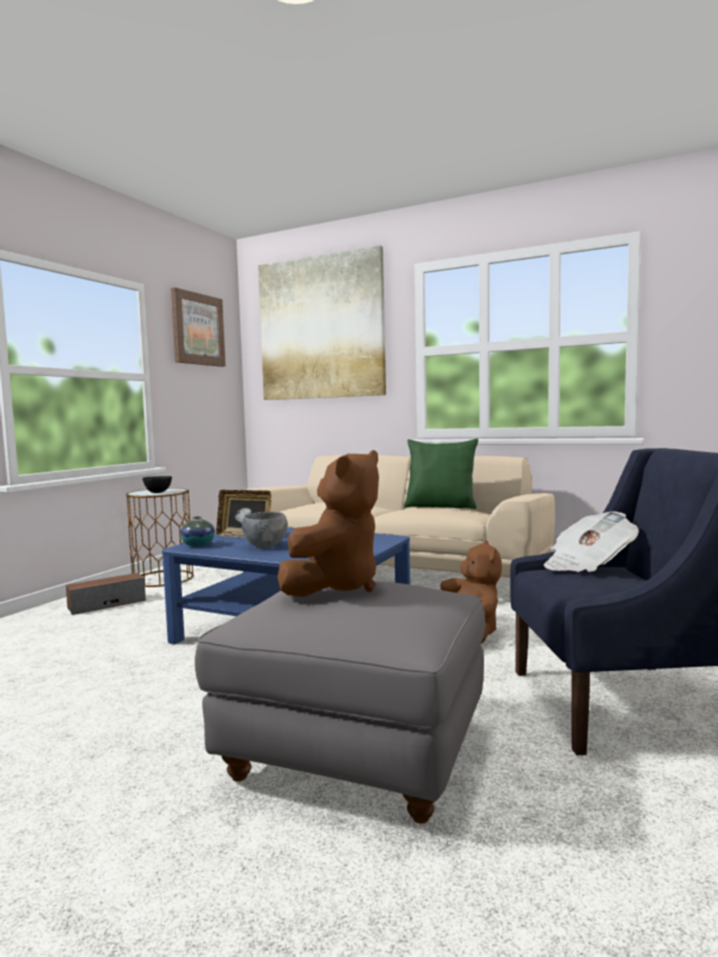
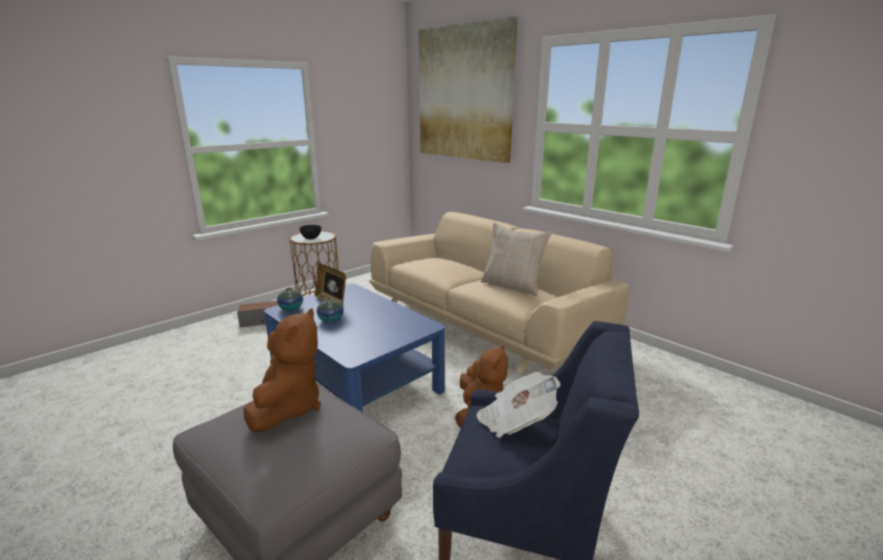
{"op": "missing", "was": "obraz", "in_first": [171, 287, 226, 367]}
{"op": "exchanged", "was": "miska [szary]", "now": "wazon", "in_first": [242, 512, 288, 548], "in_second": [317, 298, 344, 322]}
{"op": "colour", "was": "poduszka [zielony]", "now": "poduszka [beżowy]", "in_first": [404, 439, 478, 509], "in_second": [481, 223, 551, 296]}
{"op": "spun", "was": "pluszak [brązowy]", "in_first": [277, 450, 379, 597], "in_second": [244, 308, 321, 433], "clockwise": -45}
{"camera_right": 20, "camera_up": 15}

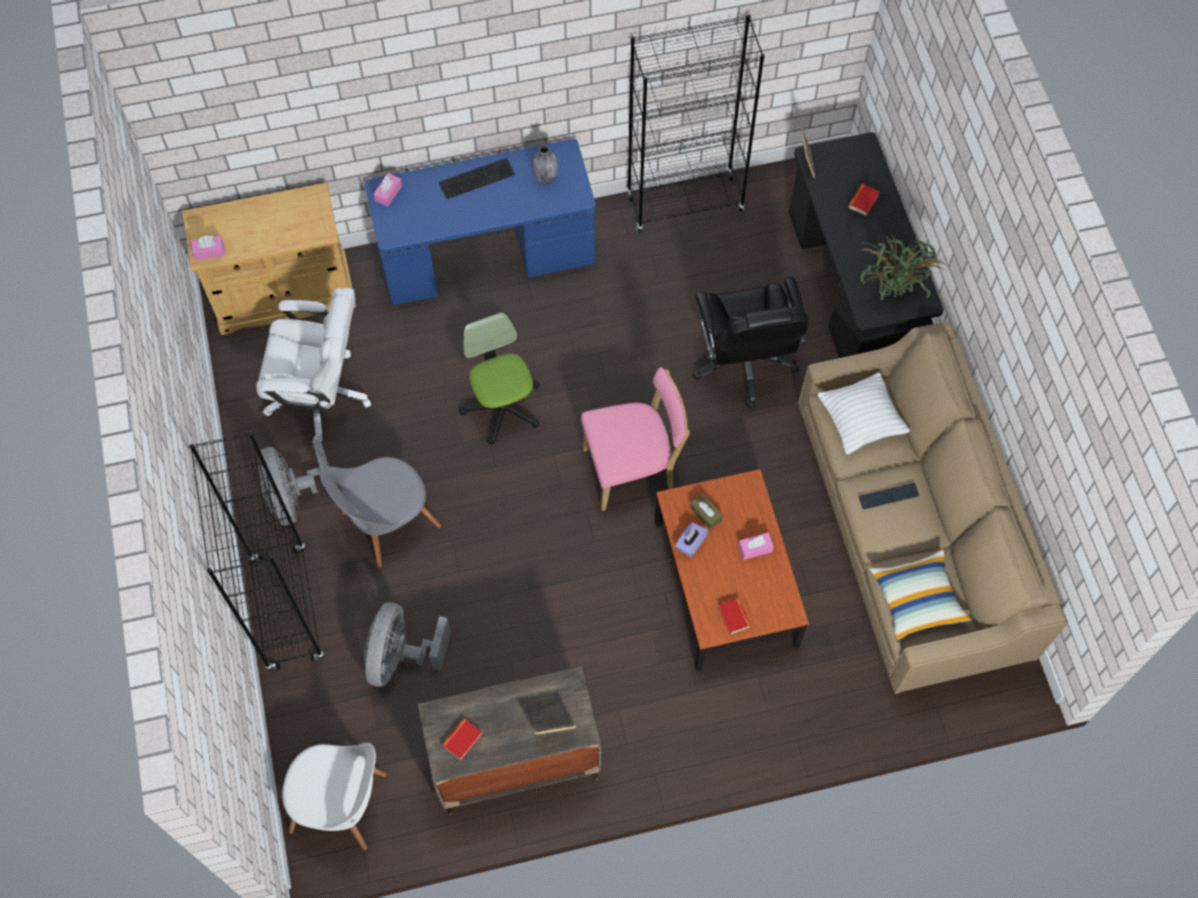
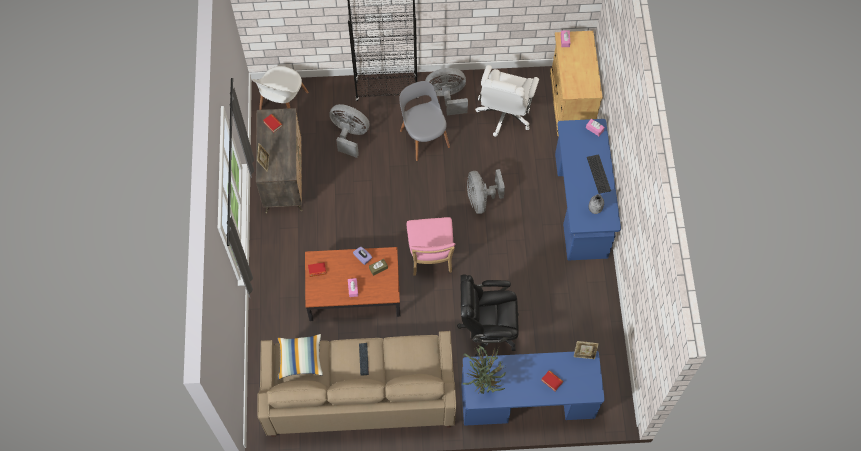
{"op": "missing", "was": "regał [czarny]", "in_first": [626, 14, 765, 232]}
{"op": "missing", "was": "poduszka [biały]", "in_first": [817, 372, 910, 455]}
{"op": "exchanged", "was": "krzesło biurowe", "now": "wentylator [szary]", "in_first": [459, 312, 540, 445], "in_second": [467, 169, 505, 214]}
{"op": "colour", "was": "biurko [czarny]", "now": "biurko [niebieski]", "in_first": [789, 132, 944, 358], "in_second": [461, 351, 605, 426]}
{"camera_right": 100, "camera_up": 0}

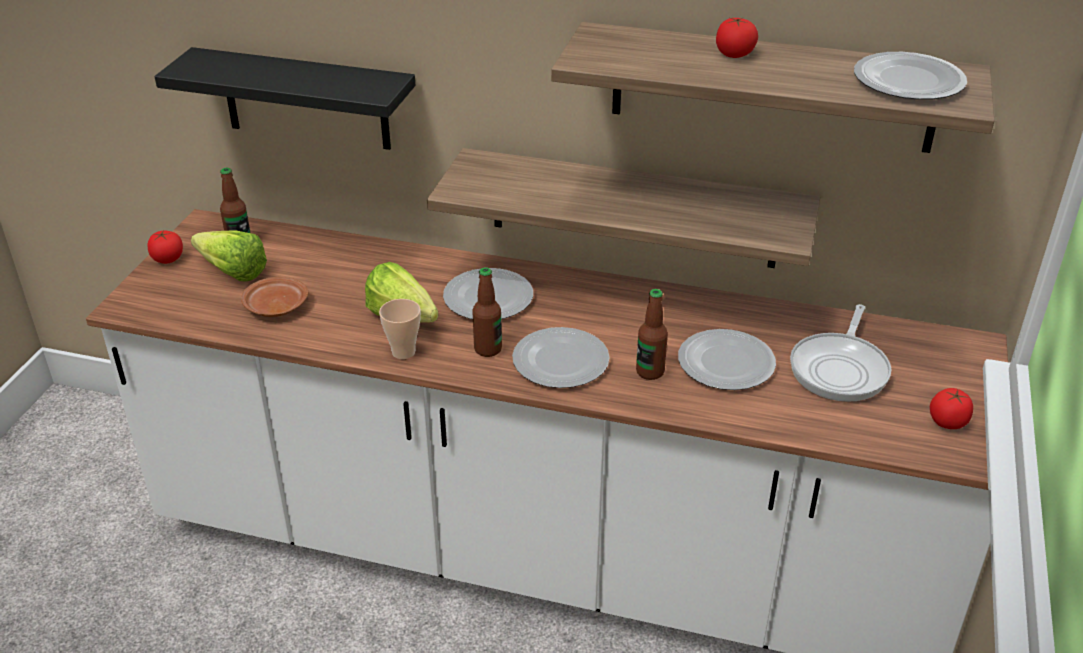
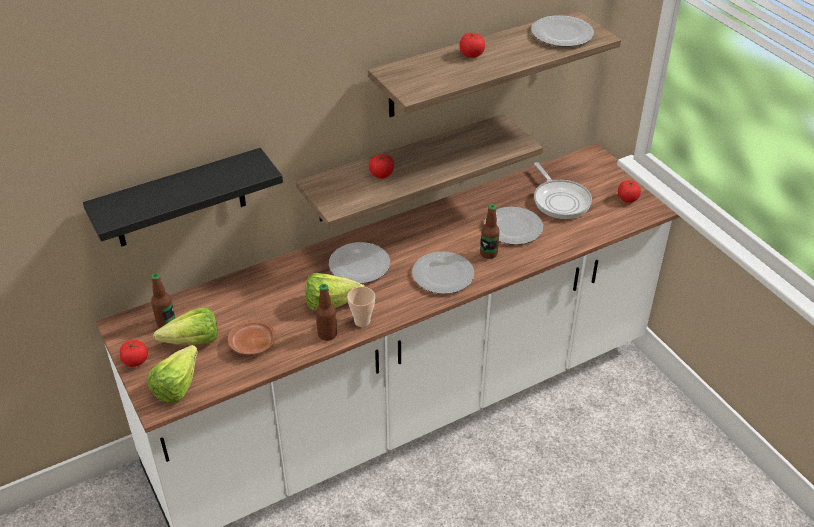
{"op": "appeared", "now": "sałata", "in_second": [148, 345, 198, 403]}
{"op": "appeared", "now": "pomidor", "in_second": [369, 154, 394, 179]}
{"op": "relocated", "was": "butelka", "in_first": [472, 267, 502, 357], "in_second": [316, 284, 337, 341]}
{"camera_right": -45, "camera_up": 5}

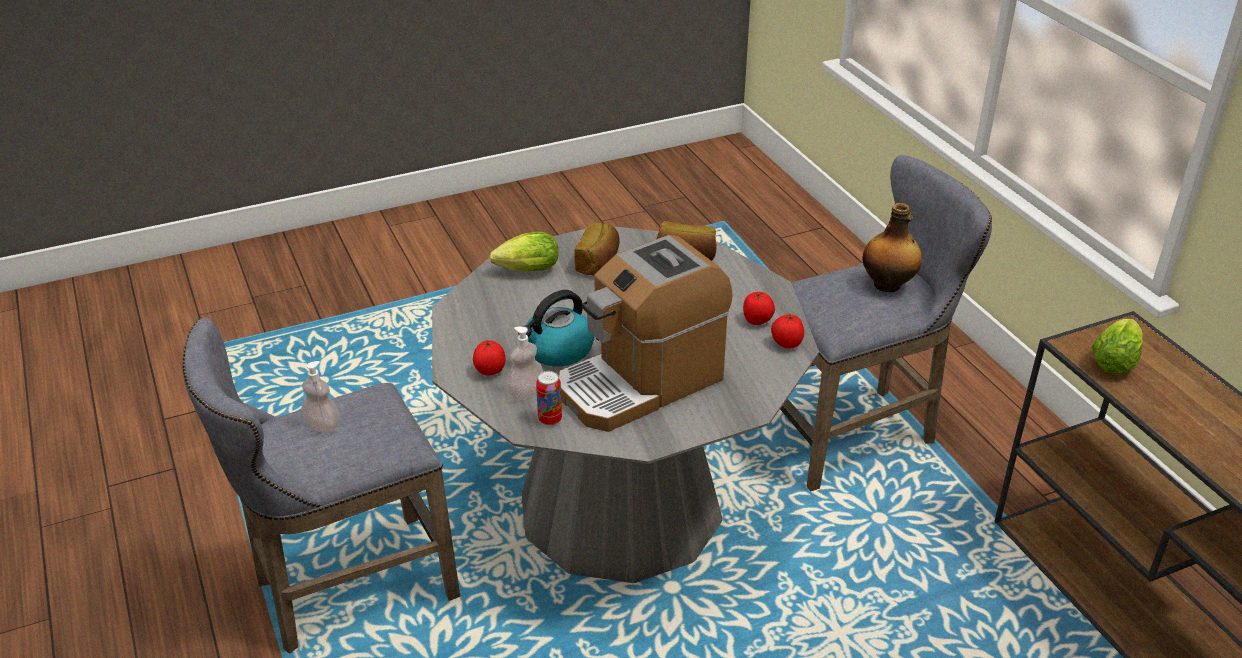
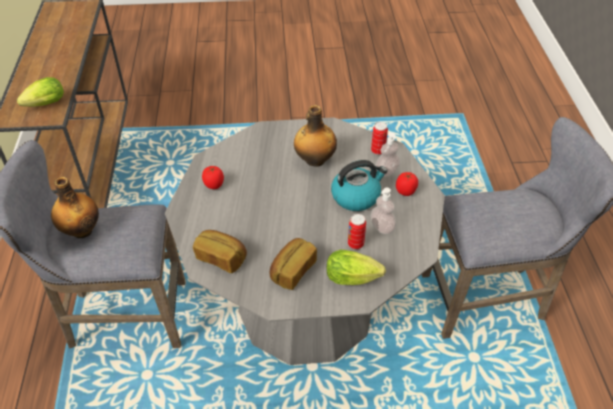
{"op": "missing", "was": "pomidor", "in_first": [771, 314, 804, 349]}
{"op": "appeared", "now": "puszka", "in_second": [348, 214, 366, 249]}
{"op": "relocated", "was": "dozownik mydła", "in_first": [302, 361, 340, 433], "in_second": [371, 187, 396, 234]}
{"op": "exchanged", "was": "ekspres do kawy", "now": "butelka", "in_first": [558, 235, 733, 432], "in_second": [294, 105, 337, 167]}
{"camera_right": -160, "camera_up": 10}

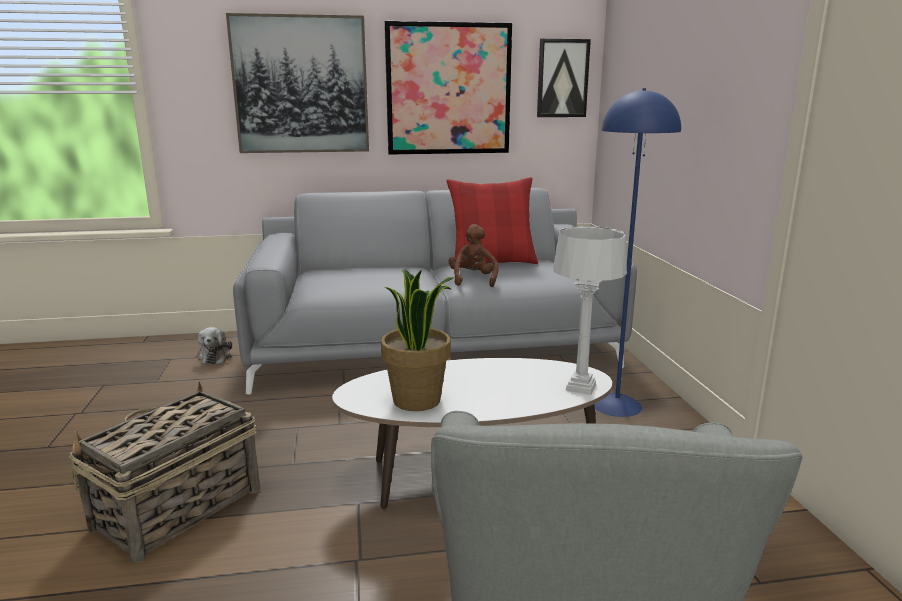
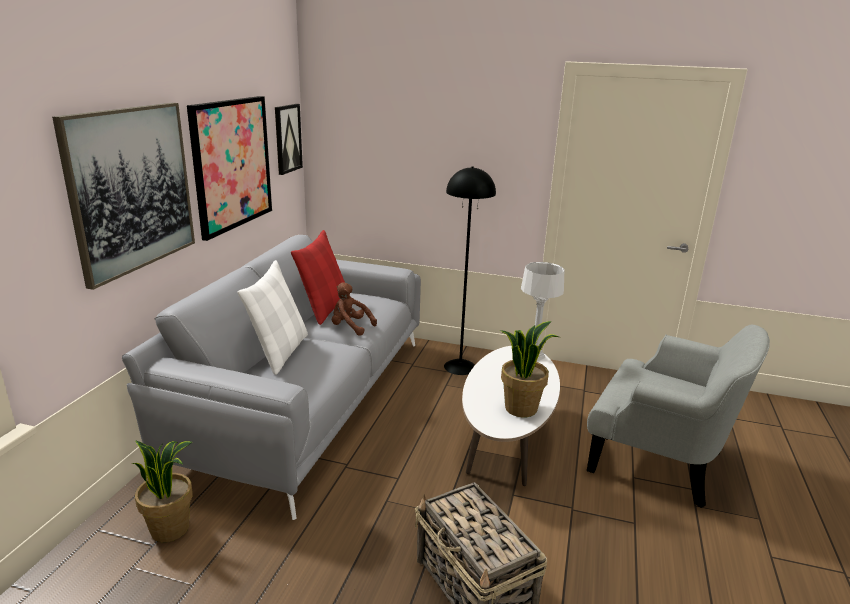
{"op": "appeared", "now": "poduszka [biały]", "in_second": [237, 260, 308, 375]}
{"op": "exchanged", "was": "pluszak", "now": "roślina doniczkowa", "in_first": [198, 327, 232, 364], "in_second": [132, 440, 193, 542]}
{"op": "colour", "was": "lampa stojąca [niebieski]", "now": "lampa stojąca [czarny]", "in_first": [594, 88, 681, 417], "in_second": [444, 166, 496, 375]}
{"camera_right": -65, "camera_up": 5}

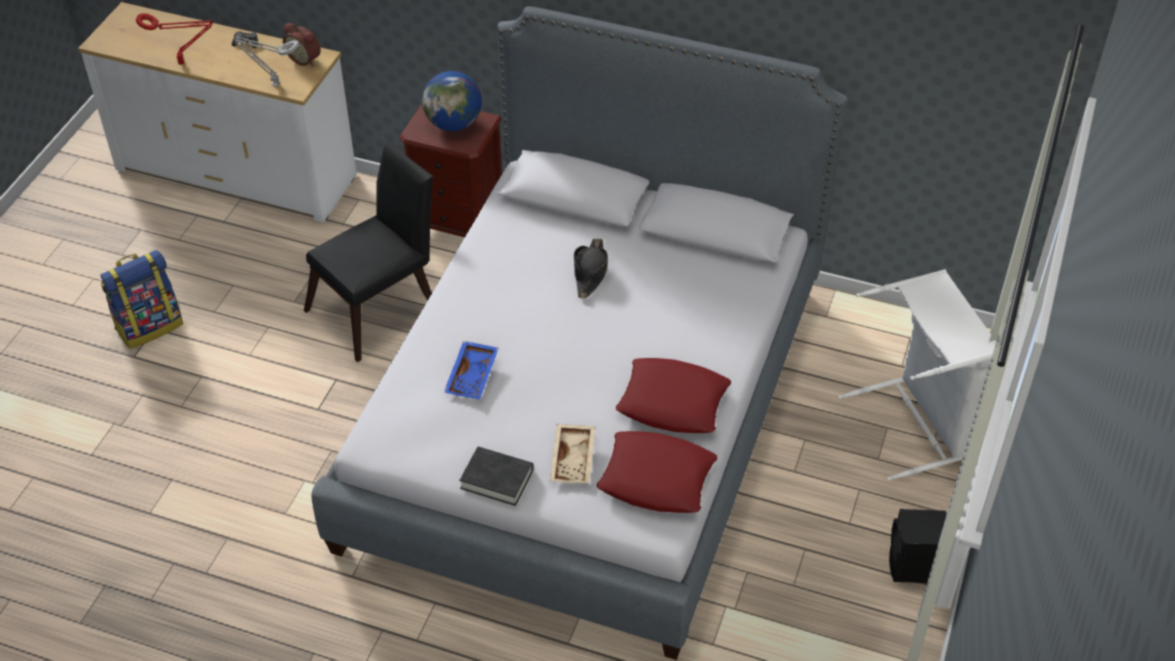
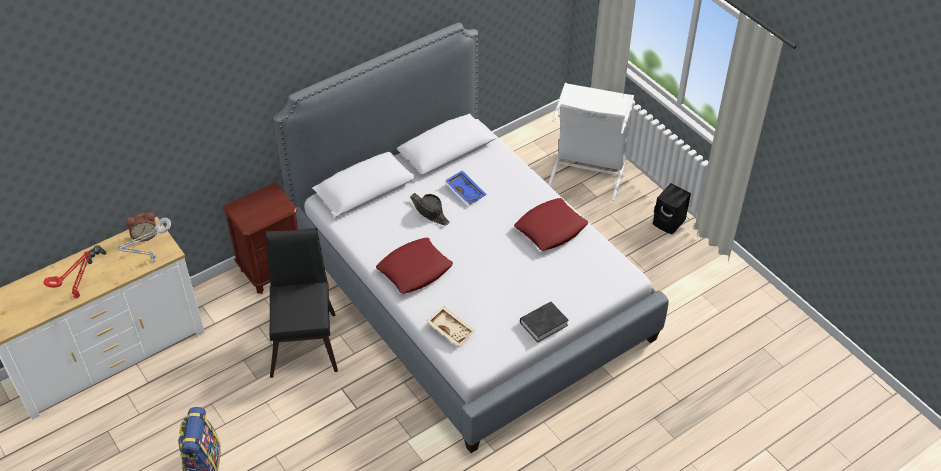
{"op": "missing", "was": "globus", "in_first": [422, 71, 482, 131]}
{"op": "relocated", "was": "taca [niebieski]", "in_first": [444, 341, 499, 399], "in_second": [445, 170, 487, 205]}
{"op": "relocated", "was": "taca [beżowy]", "in_first": [550, 424, 595, 484], "in_second": [427, 306, 475, 346]}
{"op": "relocated", "was": "poduszka [czerwony]", "in_first": [597, 431, 717, 513], "in_second": [376, 237, 453, 294]}
{"camera_right": -55, "camera_up": 0}

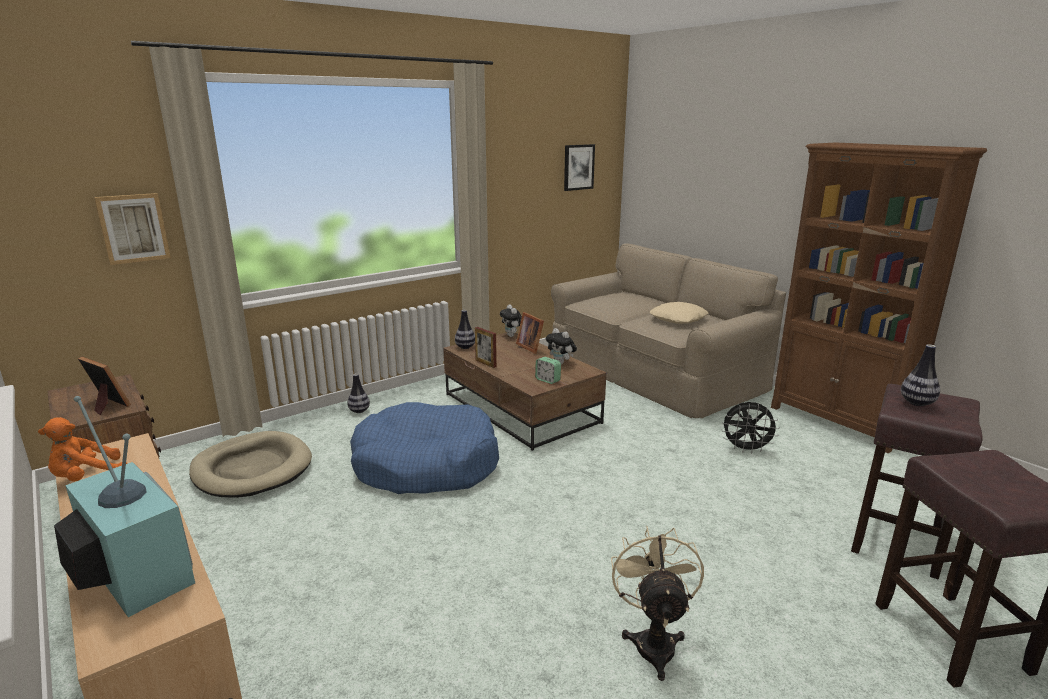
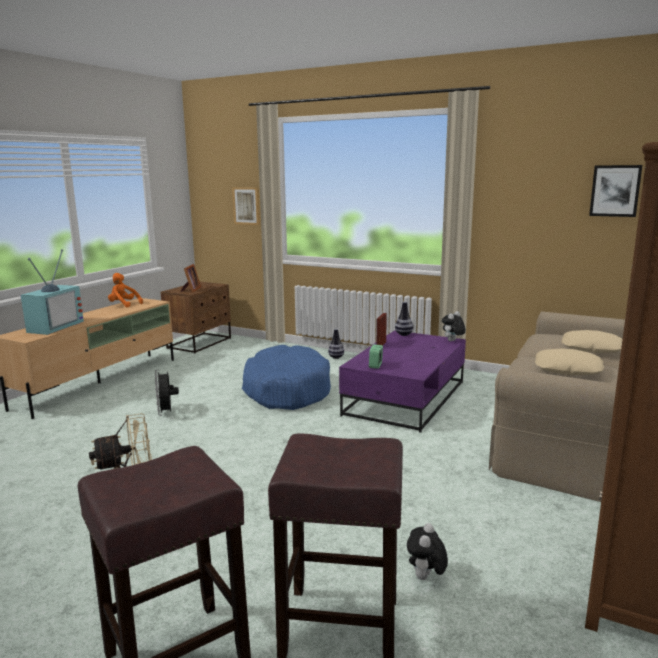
{"op": "missing", "was": "legowisko [beżowy]", "in_first": [189, 431, 312, 498]}
{"op": "missing", "was": "ramka na zdjęcie", "in_first": [516, 312, 544, 354]}
{"op": "missing", "was": "wazon", "in_first": [901, 344, 940, 406]}
{"op": "appeared", "now": "poduszka [beżowy]", "in_second": [562, 330, 623, 353]}
{"op": "relocated", "was": "pluszak", "in_first": [546, 328, 577, 364], "in_second": [407, 523, 448, 580]}
{"op": "relocated", "was": "wentylator [czarny]", "in_first": [721, 402, 780, 454], "in_second": [155, 370, 179, 416]}
{"op": "colour", "was": "ława [brązowy]", "now": "ława [fioletowy]", "in_first": [443, 333, 606, 451], "in_second": [339, 330, 466, 433]}
{"camera_right": 65, "camera_up": -5}

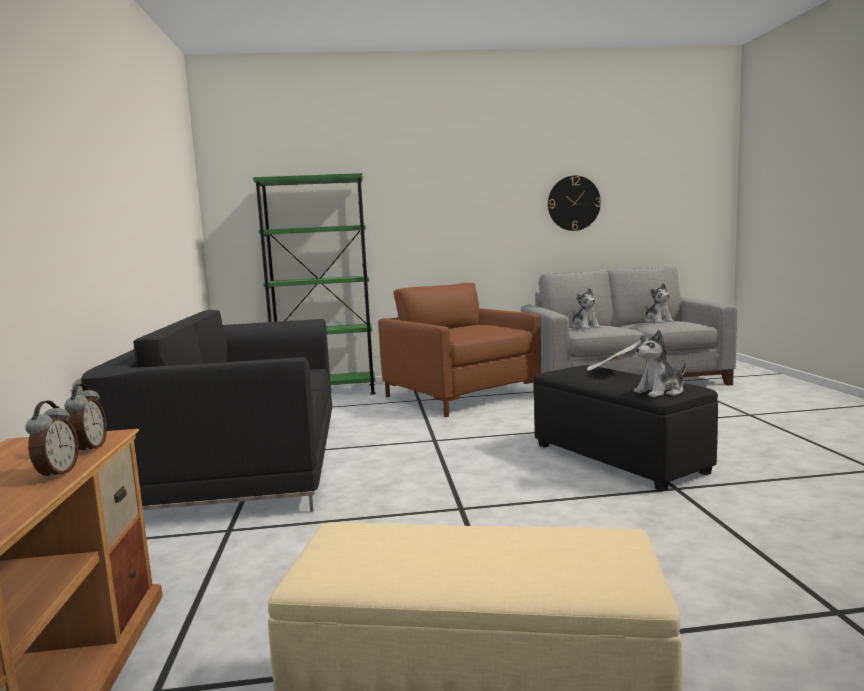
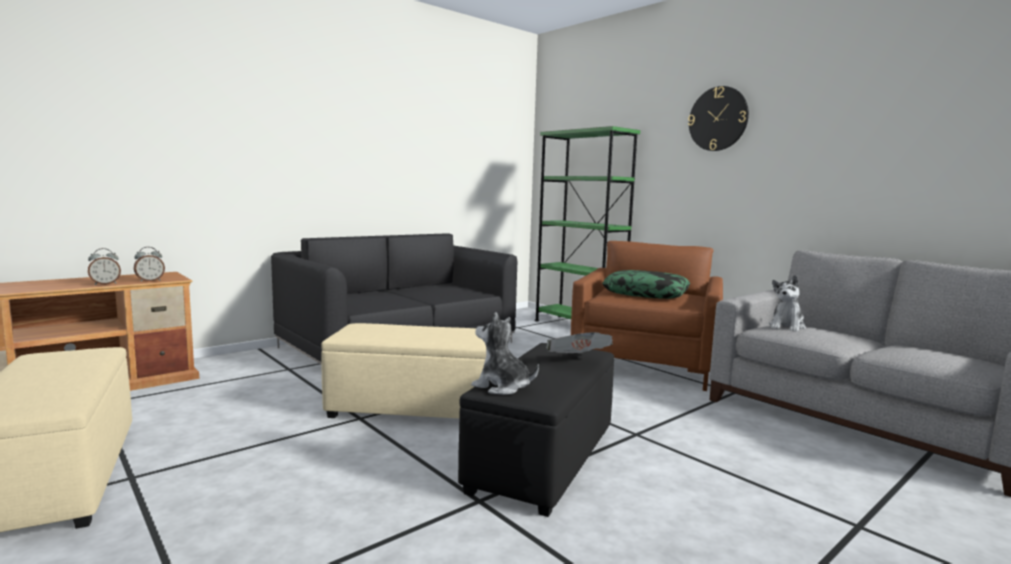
{"op": "missing", "was": "pluszak", "in_first": [645, 283, 674, 323]}
{"op": "appeared", "now": "pufa [beżowy]", "in_second": [321, 323, 486, 418]}
{"op": "appeared", "now": "poduszka", "in_second": [602, 270, 690, 299]}
{"op": "relocated", "was": "zegar ścienny", "in_first": [548, 175, 601, 231], "in_second": [688, 86, 749, 151]}
{"camera_right": 55, "camera_up": 0}

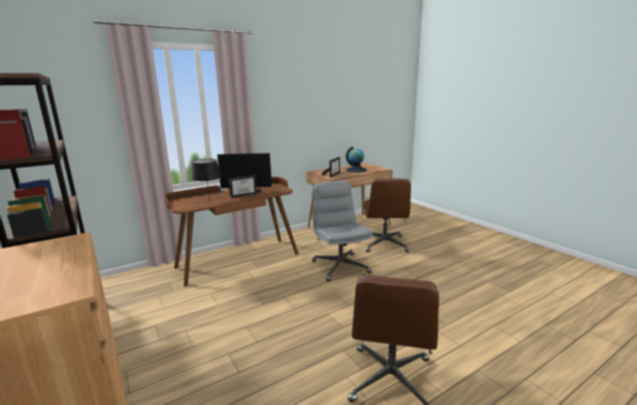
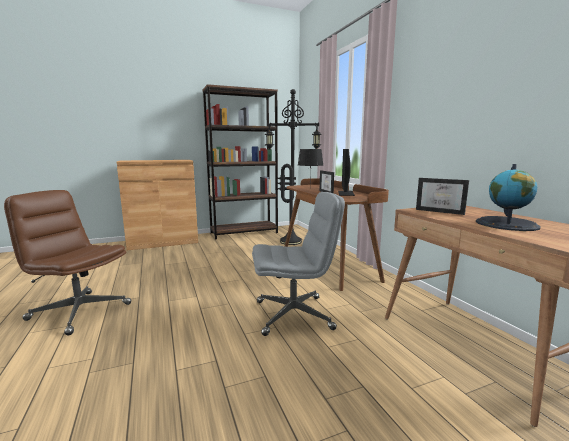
{"op": "missing", "was": "krzesło biurowe [brązowy]", "in_first": [364, 178, 411, 252]}
{"op": "appeared", "now": "lampa stojąca [czarny]", "in_second": [265, 89, 322, 245]}
{"camera_right": 100, "camera_up": -5}

